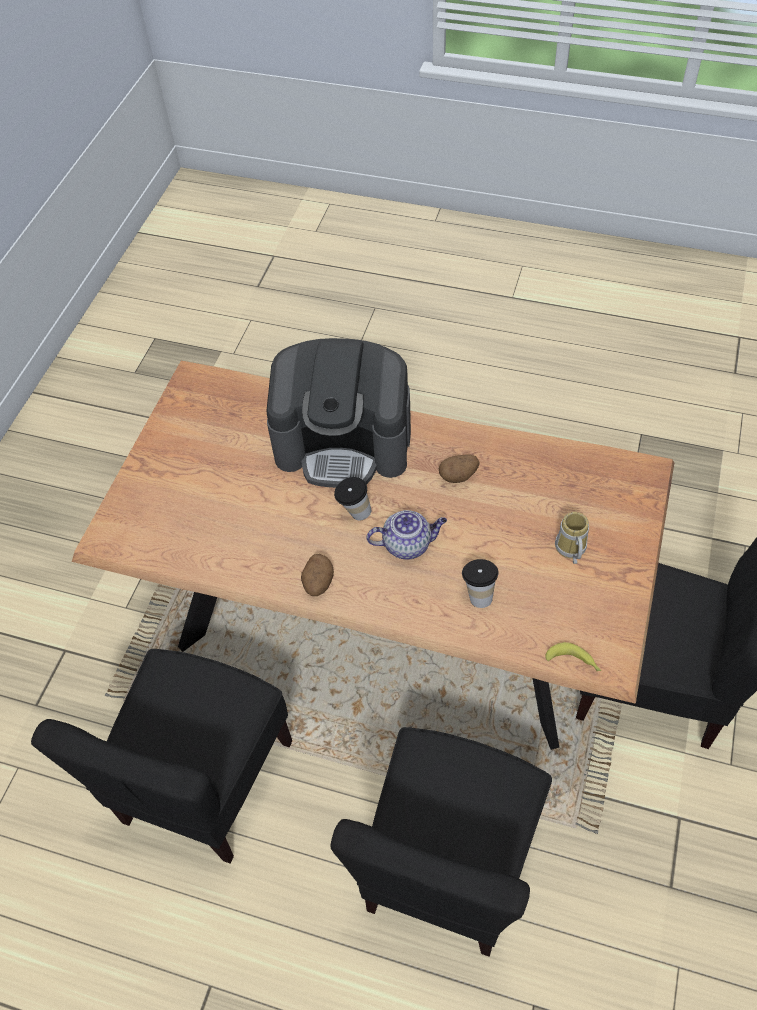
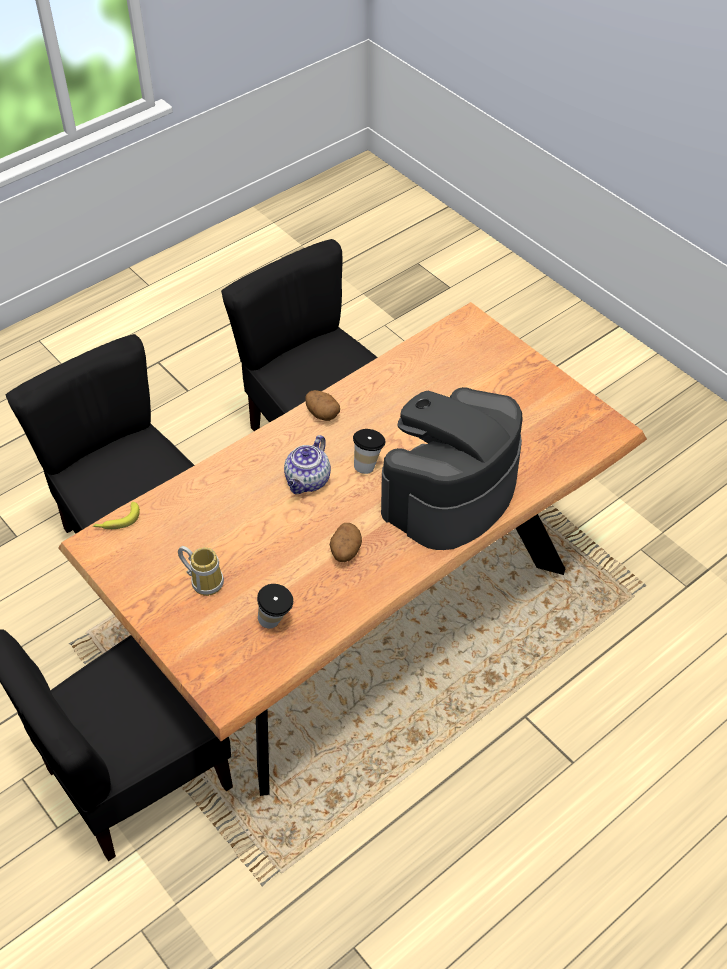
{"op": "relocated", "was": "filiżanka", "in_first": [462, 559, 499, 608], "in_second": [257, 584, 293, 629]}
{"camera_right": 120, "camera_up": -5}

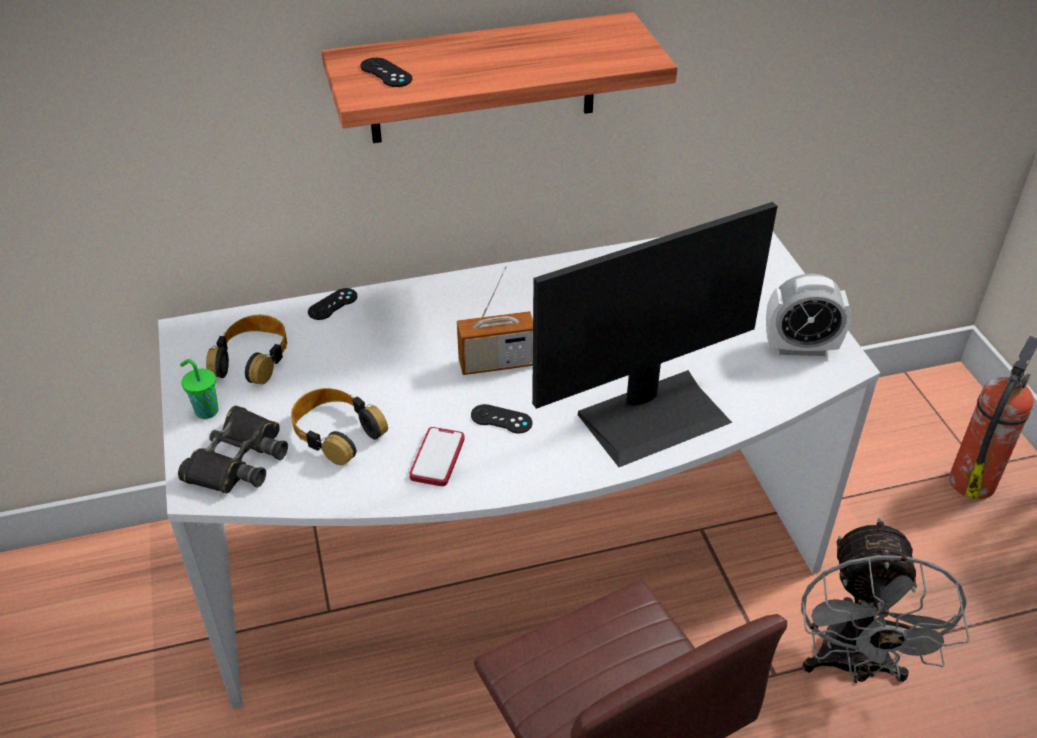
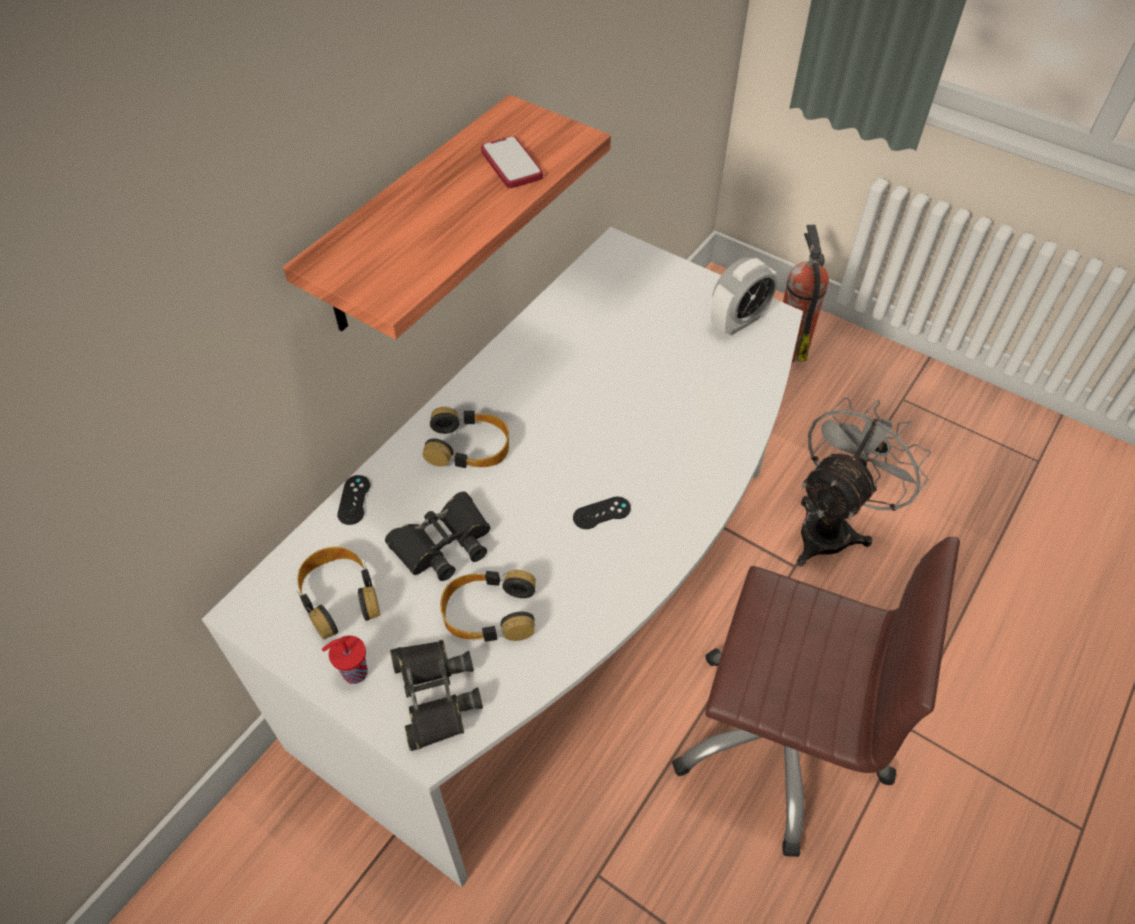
{"op": "missing", "was": "pad do gier [czarny]", "in_first": [360, 58, 413, 87]}
{"op": "missing", "was": "radio", "in_first": [457, 266, 533, 375]}
{"op": "missing", "was": "monitor", "in_first": [532, 202, 778, 467]}
{"op": "appeared", "now": "lornetka [czarny]", "in_second": [385, 492, 491, 581]}
{"op": "appeared", "now": "słuchawki", "in_second": [422, 407, 509, 468]}
{"op": "relocated", "was": "telefon", "in_first": [409, 427, 465, 486], "in_second": [481, 136, 543, 188]}
{"op": "colour", "was": "filiżanka [zielony]", "now": "filiżanka [czerwony]", "in_first": [180, 359, 218, 419], "in_second": [322, 636, 368, 684]}
{"op": "spun", "was": "wentylator [szary]", "in_first": [801, 518, 970, 683], "in_second": [797, 397, 931, 566], "clockwise": -105}
{"camera_right": -40, "camera_up": 10}

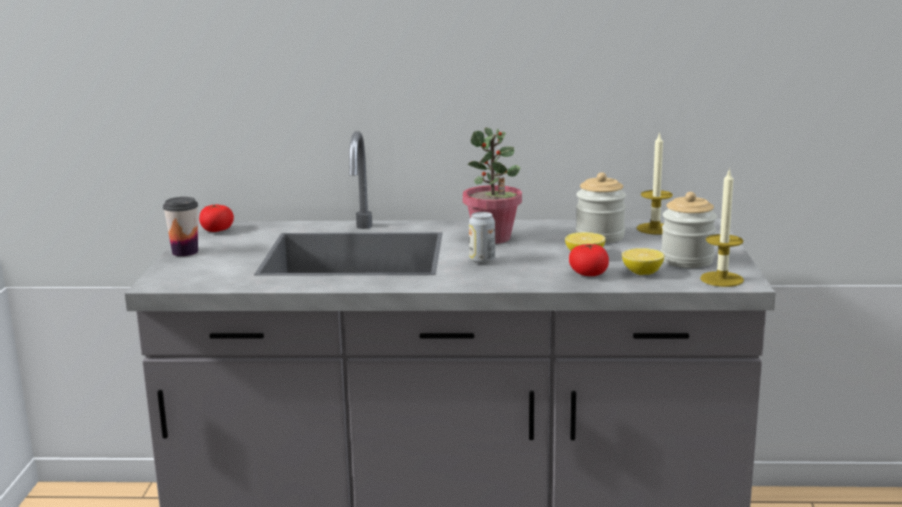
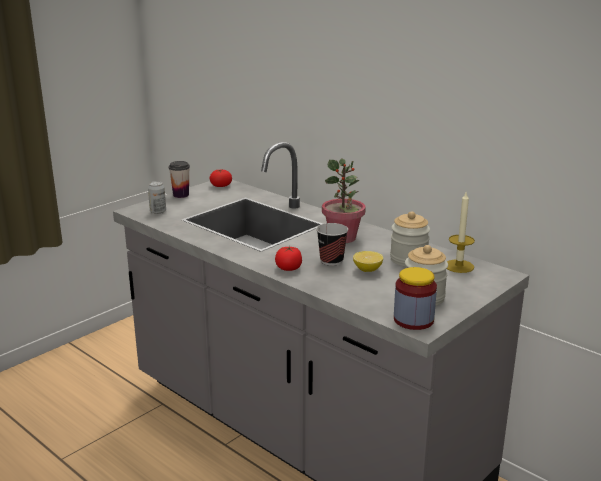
{"op": "missing", "was": "cytryna", "in_first": [622, 248, 664, 275]}
{"op": "appeared", "now": "filiżanka", "in_second": [316, 223, 348, 266]}
{"op": "relocated", "was": "puszka", "in_first": [469, 212, 495, 264], "in_second": [148, 181, 166, 214]}
{"op": "relocated", "was": "pomidor", "in_first": [569, 243, 609, 276], "in_second": [275, 246, 302, 271]}
{"op": "exchanged", "was": "świeca", "now": "słoik", "in_first": [700, 168, 744, 287], "in_second": [394, 267, 437, 330]}
{"camera_right": 40, "camera_up": 5}

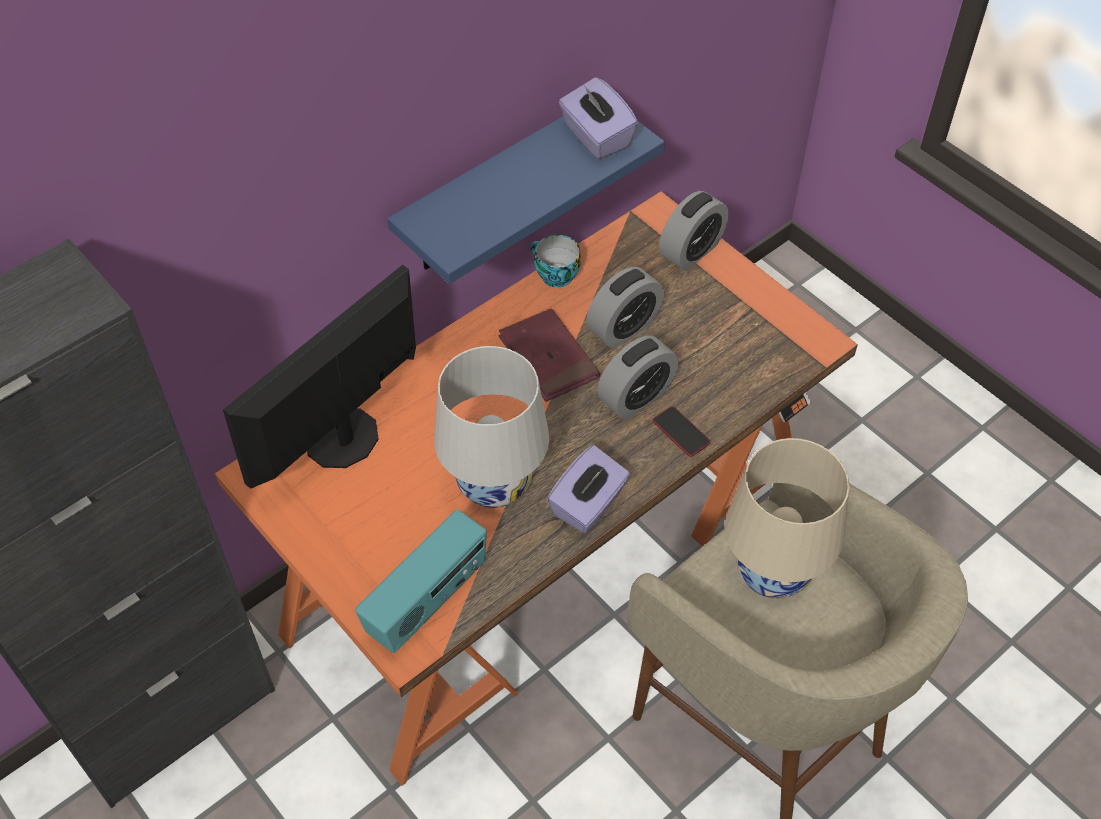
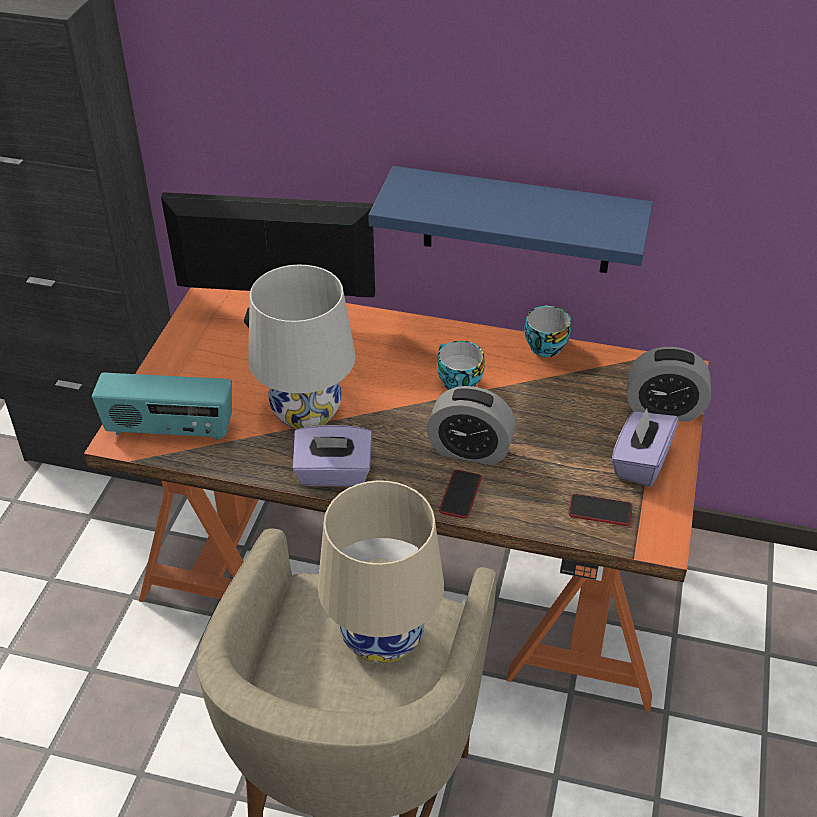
{"op": "missing", "was": "budzik", "in_first": [586, 267, 664, 348]}
{"op": "appeared", "now": "telefon", "in_second": [568, 494, 632, 526]}
{"op": "relocated", "was": "pudełko chusteczek [fioletowy]", "in_first": [559, 77, 638, 160], "in_second": [611, 408, 678, 487]}
{"op": "exchanged", "was": "książka [czerwony]", "now": "filiżanka", "in_first": [499, 308, 600, 402], "in_second": [437, 341, 485, 390]}
{"camera_right": 55, "camera_up": -10}

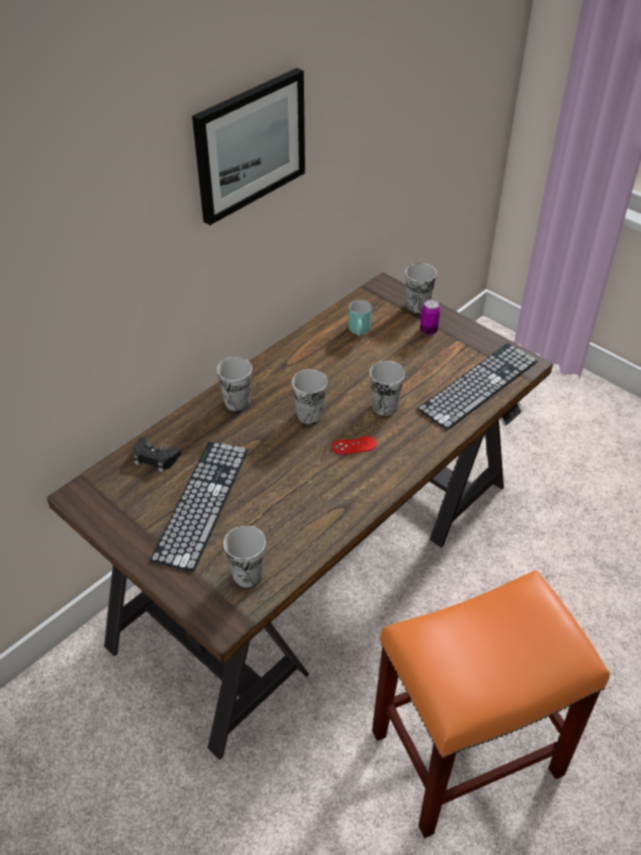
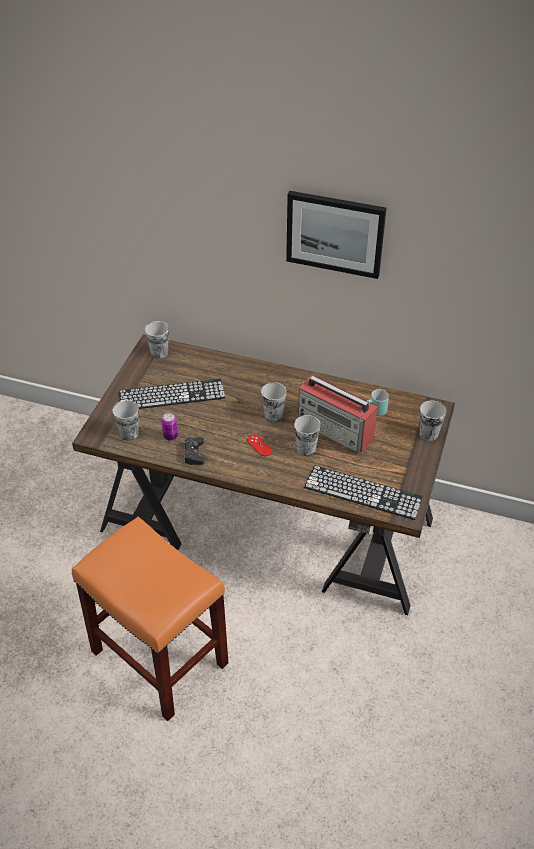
{"op": "appeared", "now": "radio", "in_second": [298, 375, 378, 453]}
{"op": "relocated", "was": "pad do gier [czarny]", "in_first": [133, 437, 181, 472], "in_second": [184, 437, 205, 465]}
{"op": "relocated", "was": "filiżanka", "in_first": [217, 357, 252, 412], "in_second": [145, 321, 169, 359]}
{"op": "relocated", "was": "puszka", "in_first": [420, 299, 440, 335], "in_second": [162, 413, 178, 441]}
{"camera_right": 65, "camera_up": 0}

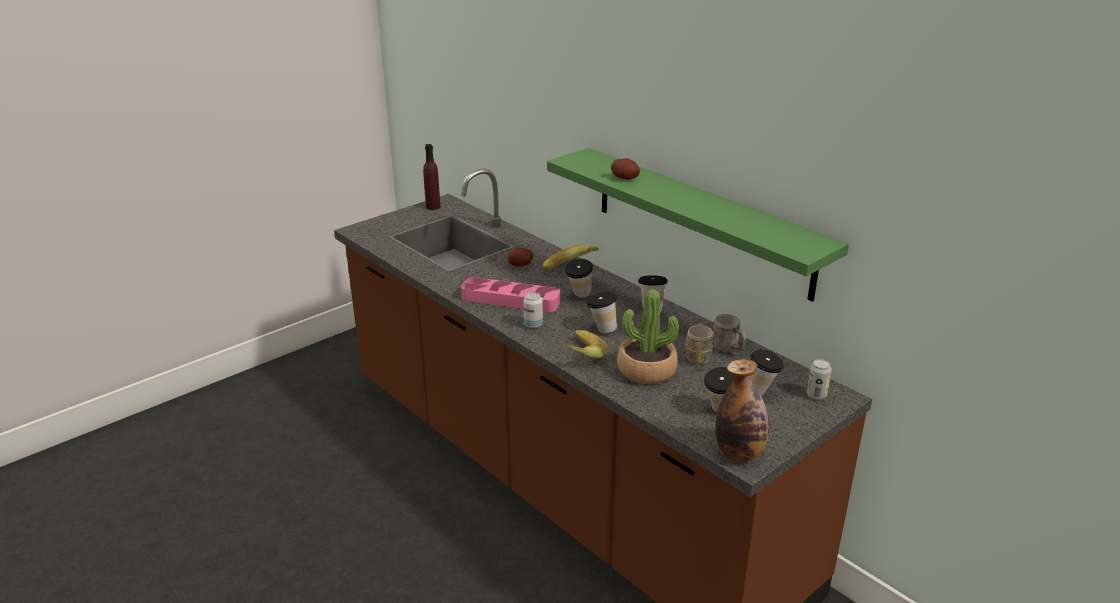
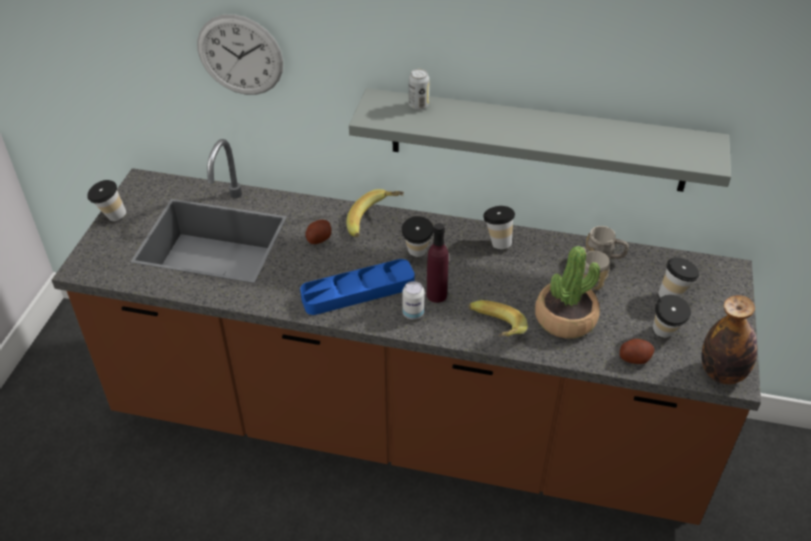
{"op": "appeared", "now": "zegar ścienny", "in_second": [197, 14, 283, 95]}
{"op": "relocated", "was": "butelka [fioletowy]", "in_first": [423, 144, 441, 210], "in_second": [427, 223, 449, 303]}
{"op": "relocated", "was": "filiżanka", "in_first": [586, 292, 617, 333], "in_second": [87, 180, 126, 221]}
{"op": "relocated", "was": "ziemniak", "in_first": [611, 158, 640, 180], "in_second": [620, 339, 654, 364]}
{"op": "relocated", "was": "puszka", "in_first": [807, 359, 832, 400], "in_second": [409, 69, 429, 110]}
{"op": "colour", "was": "taca [różowy]", "now": "taca [niebieski]", "in_first": [461, 277, 560, 312], "in_second": [300, 259, 415, 315]}
{"op": "colour", "was": "półka [zielony]", "now": "półka [szary]", "in_first": [547, 148, 849, 302], "in_second": [349, 88, 731, 192]}
{"camera_right": -35, "camera_up": 15}

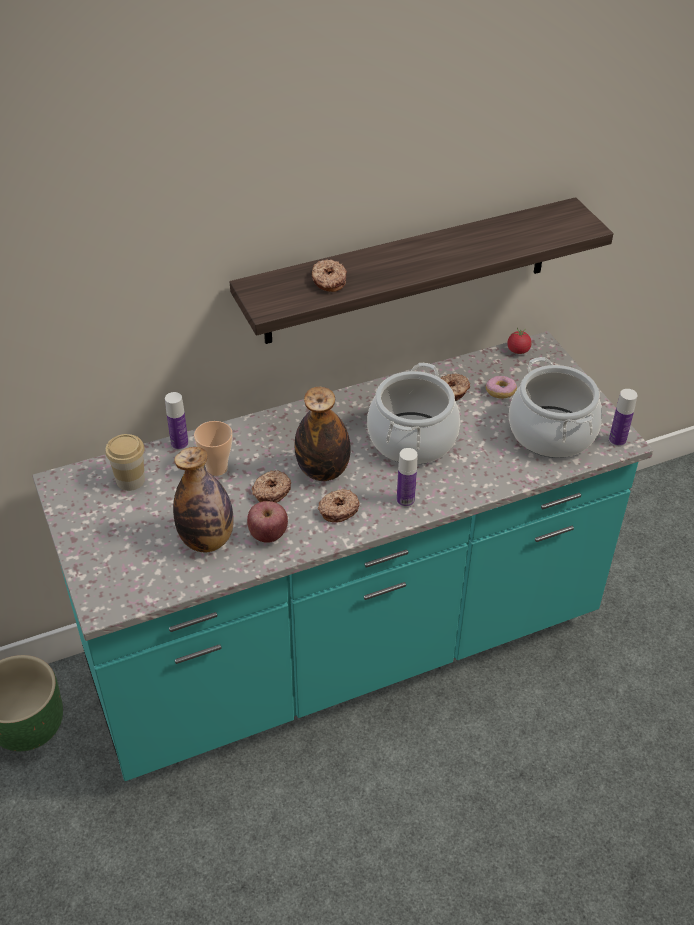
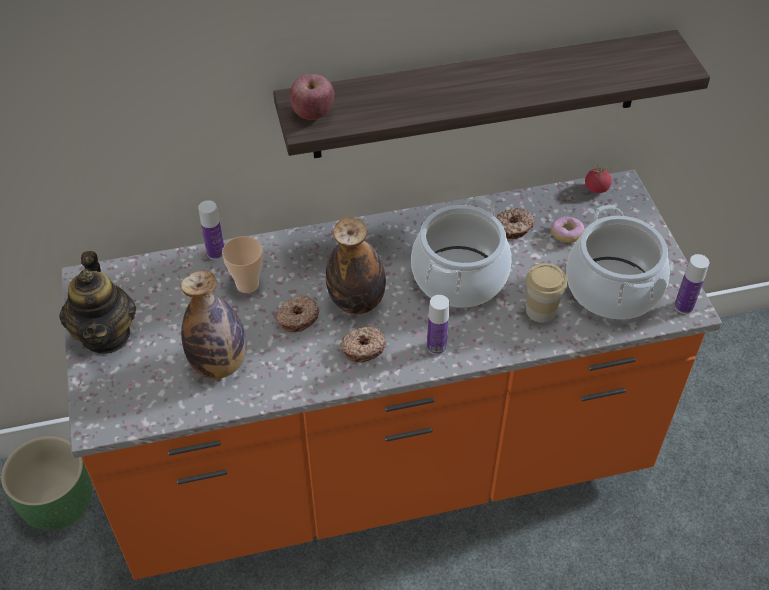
{"op": "missing", "was": "donut", "in_first": [312, 259, 347, 292]}
{"op": "appeared", "now": "imbryk", "in_second": [59, 251, 136, 354]}
{"op": "relocated", "was": "filiżanka", "in_first": [105, 434, 145, 491], "in_second": [526, 264, 567, 323]}
{"op": "relocated", "was": "jabłko", "in_first": [247, 501, 288, 543], "in_second": [290, 74, 334, 120]}
{"op": "colour", "was": "zabudowa kuchenna [turkusowy]", "now": "zabudowa kuchenna [pomarańczowy]", "in_first": [32, 331, 653, 781], "in_second": [61, 170, 722, 580]}
{"camera_right": 10, "camera_up": 5}

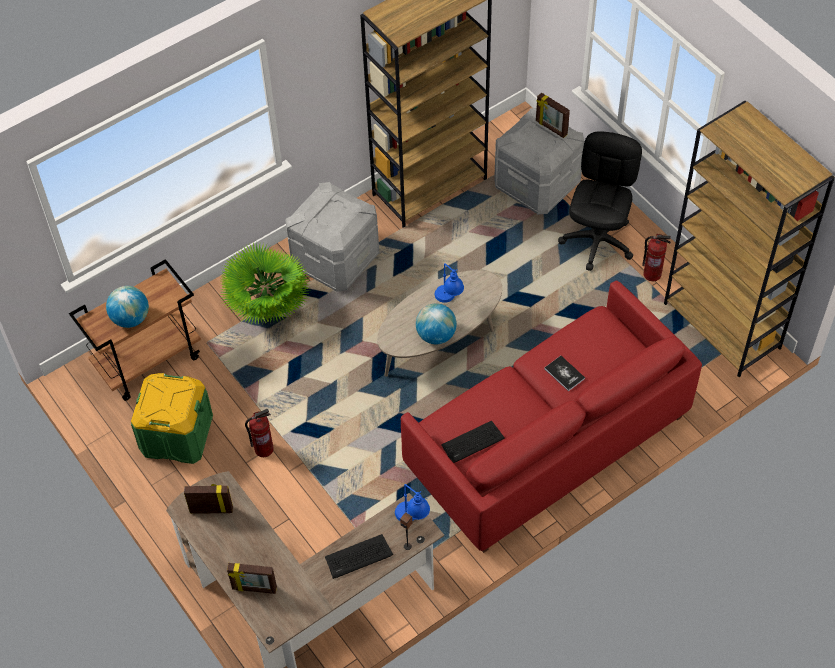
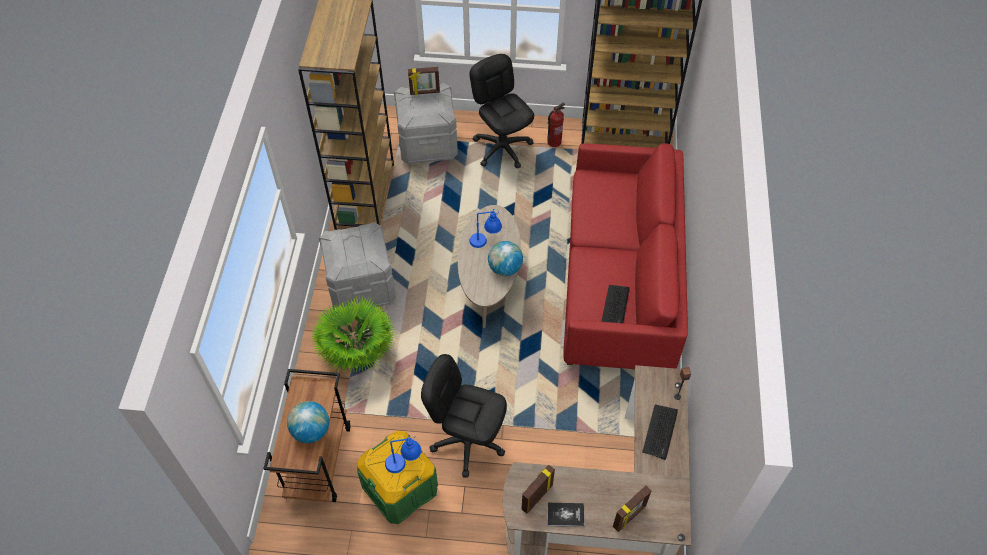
{"op": "relocated", "was": "lampa stołowa [niebieski]", "in_first": [395, 484, 430, 521], "in_second": [385, 435, 422, 473]}
{"op": "relocated", "was": "książka", "in_first": [544, 356, 585, 391], "in_second": [548, 503, 585, 527]}
{"op": "exchanged", "was": "gaśnica", "now": "krzesło biurowe [czarny]", "in_first": [245, 409, 274, 457], "in_second": [421, 354, 507, 478]}
{"camera_right": -50, "camera_up": 0}

